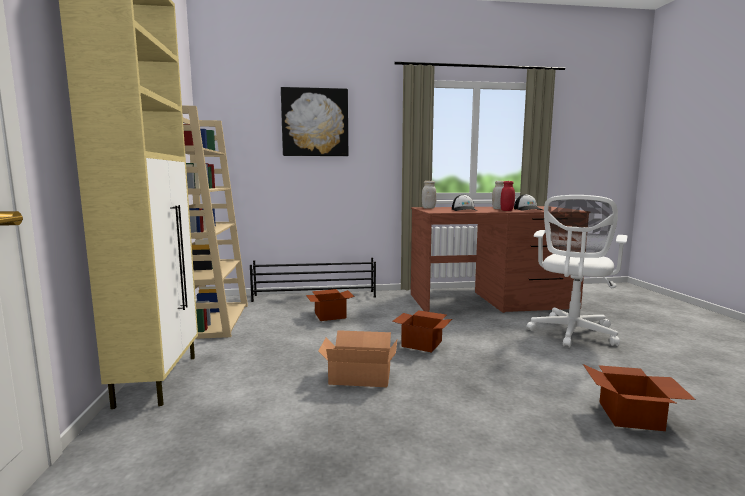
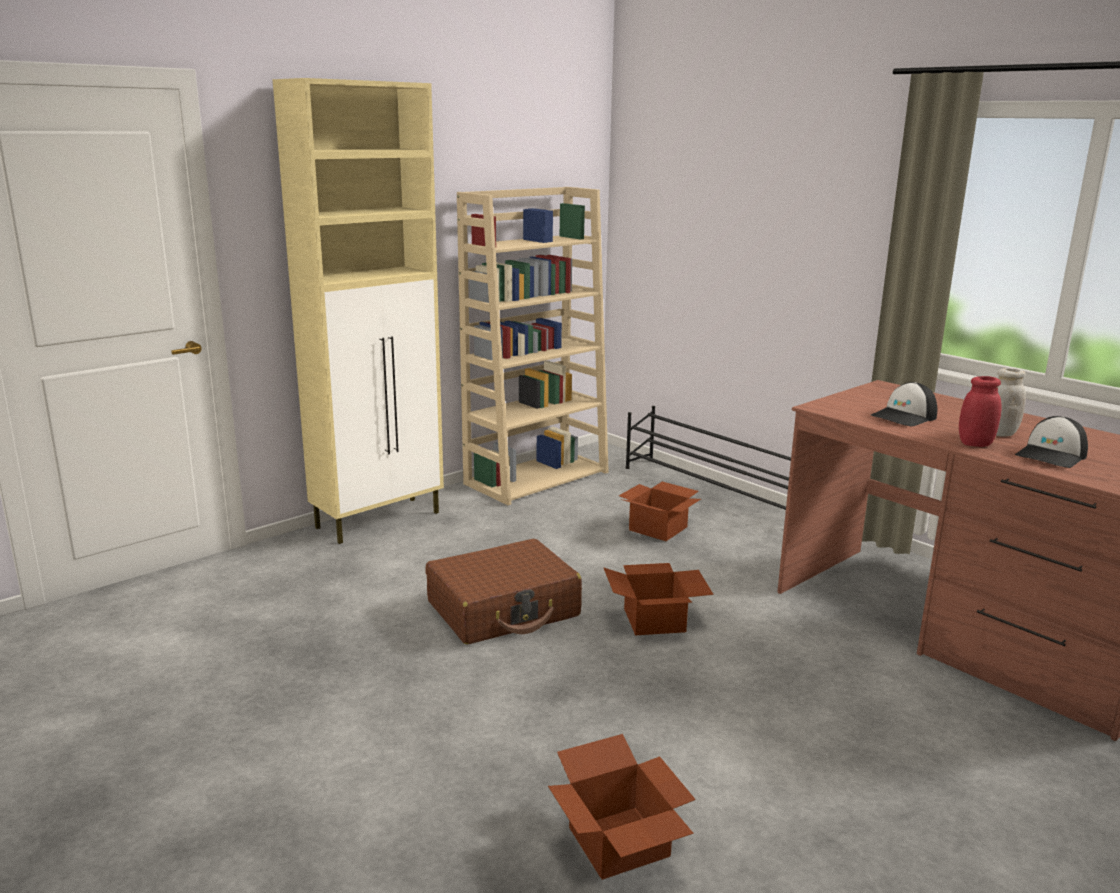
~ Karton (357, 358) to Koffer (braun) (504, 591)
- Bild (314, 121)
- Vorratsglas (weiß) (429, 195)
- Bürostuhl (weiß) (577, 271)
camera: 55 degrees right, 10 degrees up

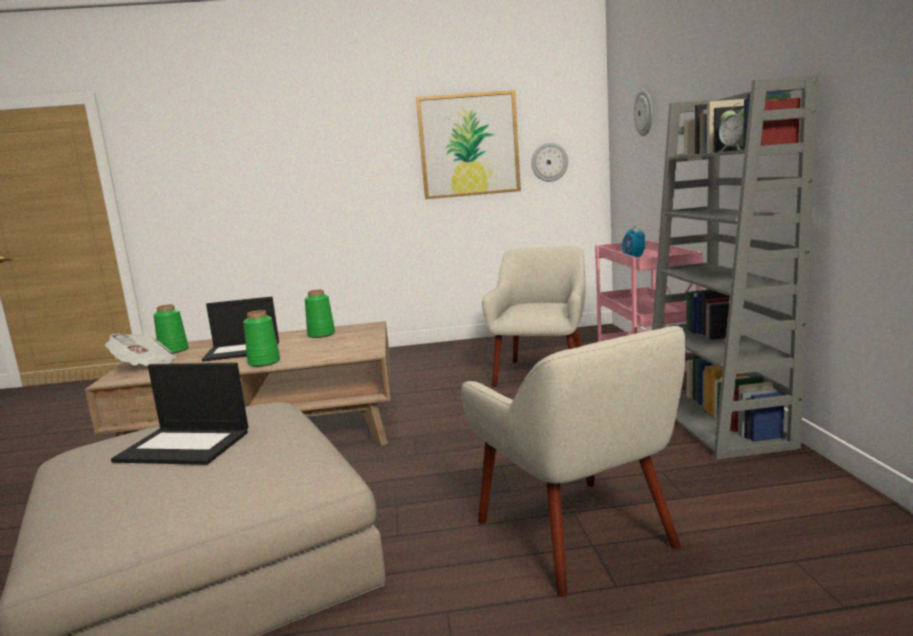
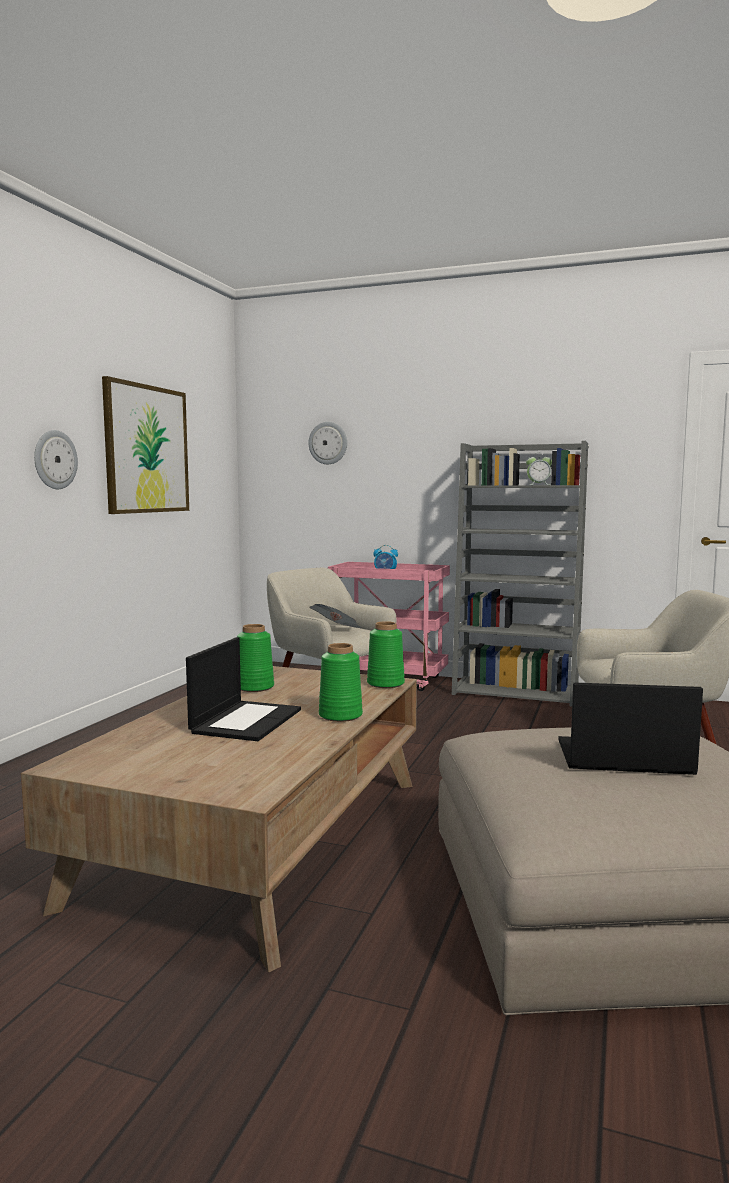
~ Wanduhr (549, 162) to (56, 459)
~ Zeitung (140, 350) to (335, 616)
~ Vase (grün) (171, 329) to (386, 654)
~ Laptop (179, 413) = (630, 729) 120 degrees counterclockwise
camera: 65 degrees left, 5 degrees down

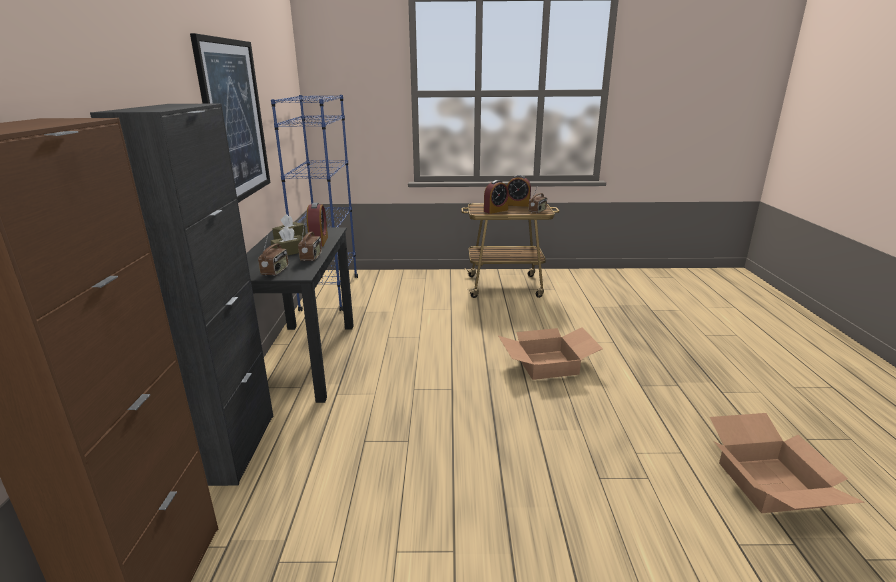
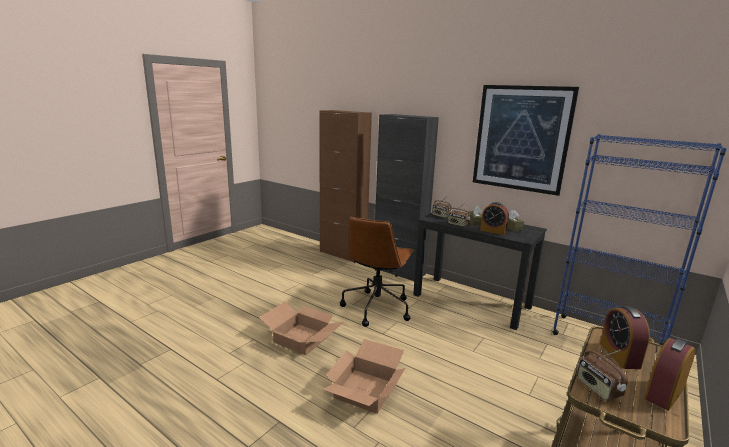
~ Karton (787, 463) to (301, 328)
+ Bürostuhl (braun) (377, 271)
camera: 125 degrees right, 5 degrees down

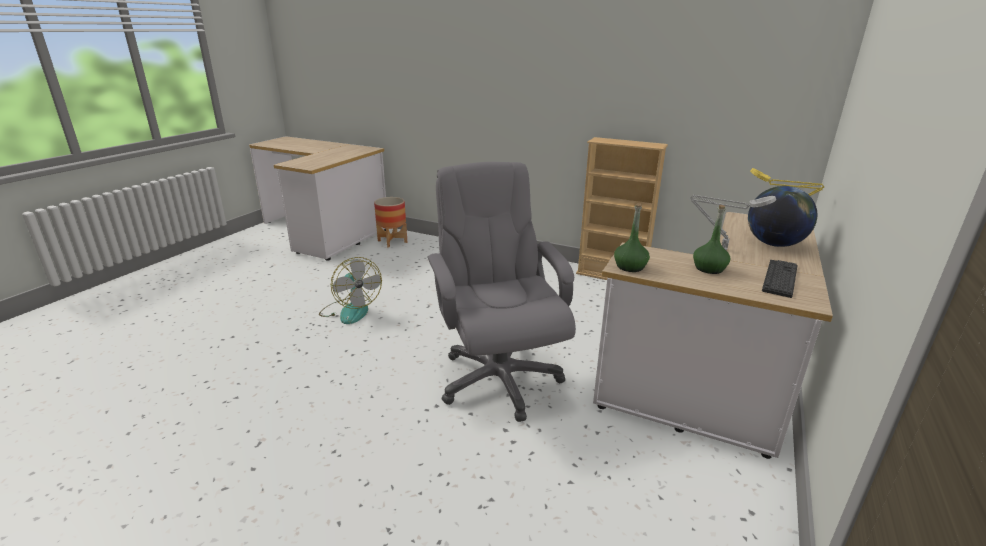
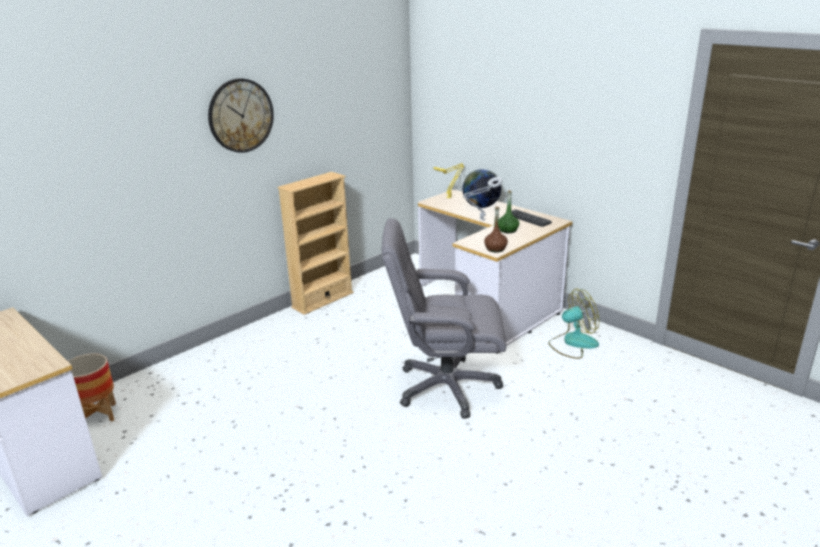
+ Wanduhr (241, 115)
~ Flasche (grün) (632, 237) to Flasche (braun) (496, 229)
~ Ventilator (350, 290) to (573, 323)
camera: 70 degrees left, 0 degrees up

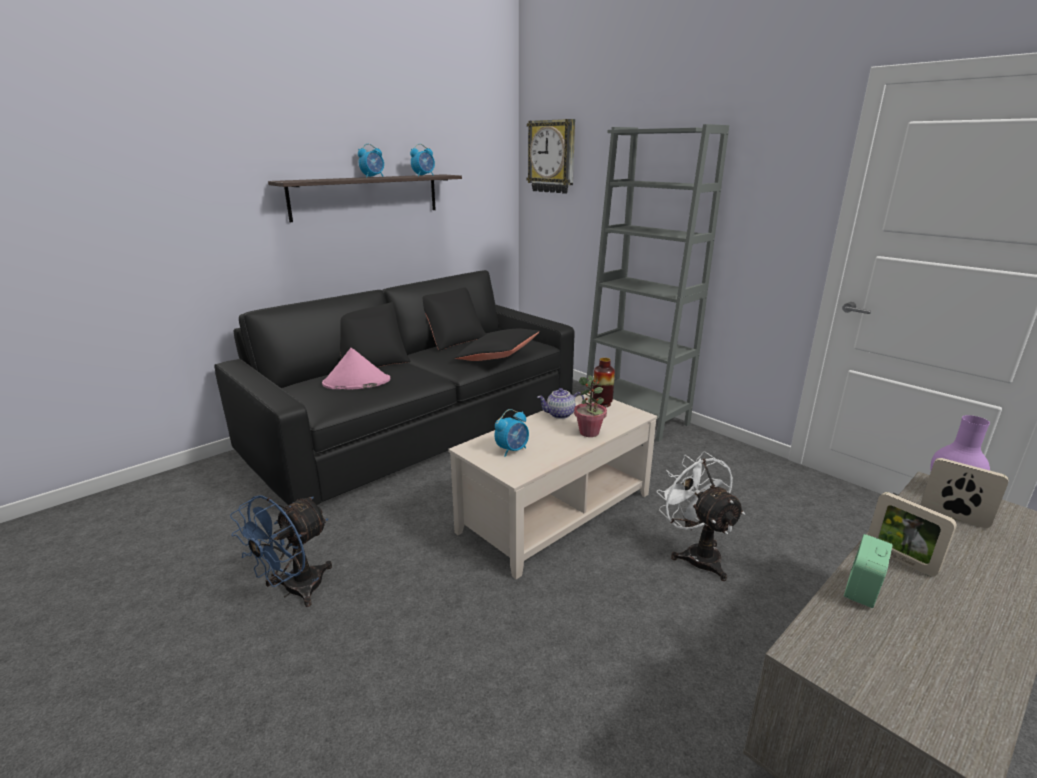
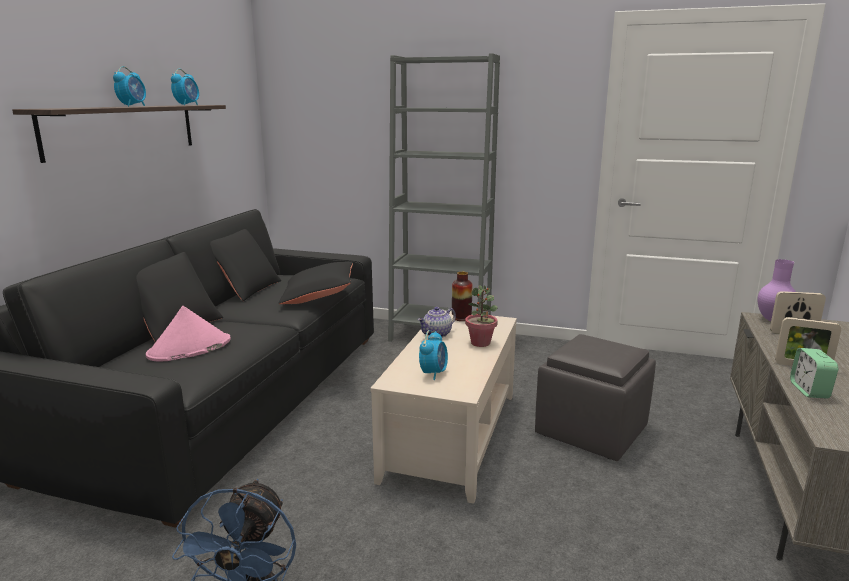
~ Ventilator (weiß) (701, 516) to Polsterhocker (grau) (595, 397)
- Wanduhr (550, 156)
camera: 30 degrees left, 5 degrees down

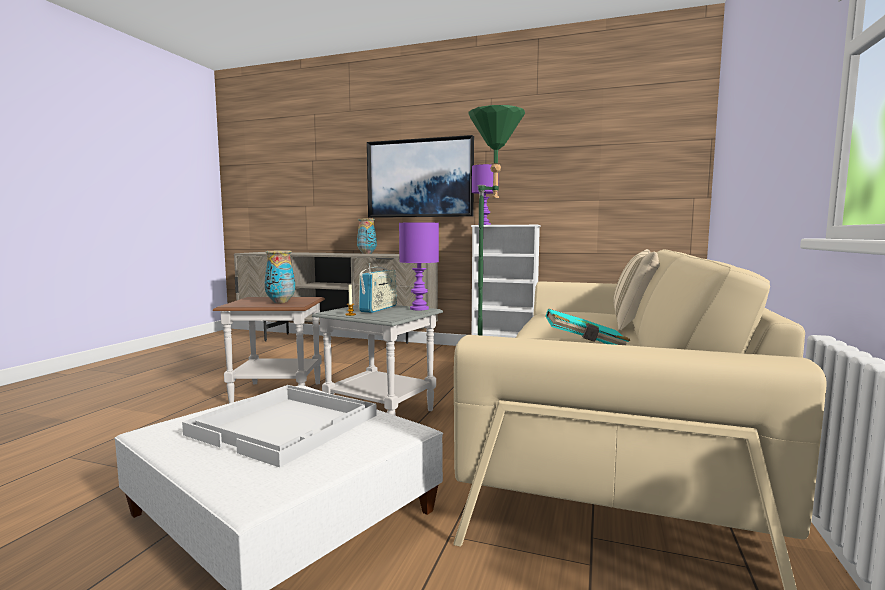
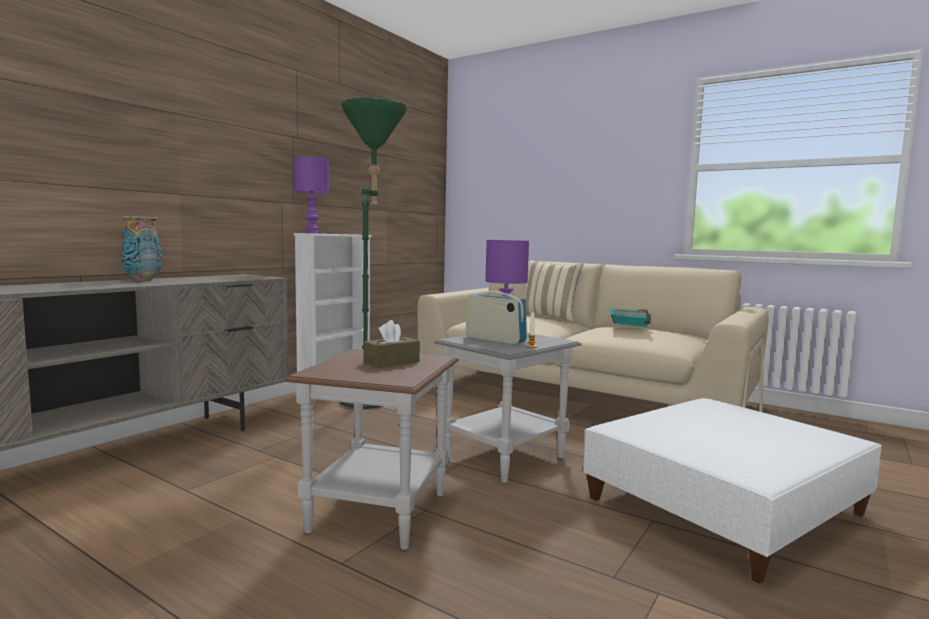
~ Vase (279, 277) to Taschentuchbox (braun) (392, 344)
- Tablett (weiß) (279, 426)
- Bild (420, 176)
camera: 75 degrees left, 0 degrees up

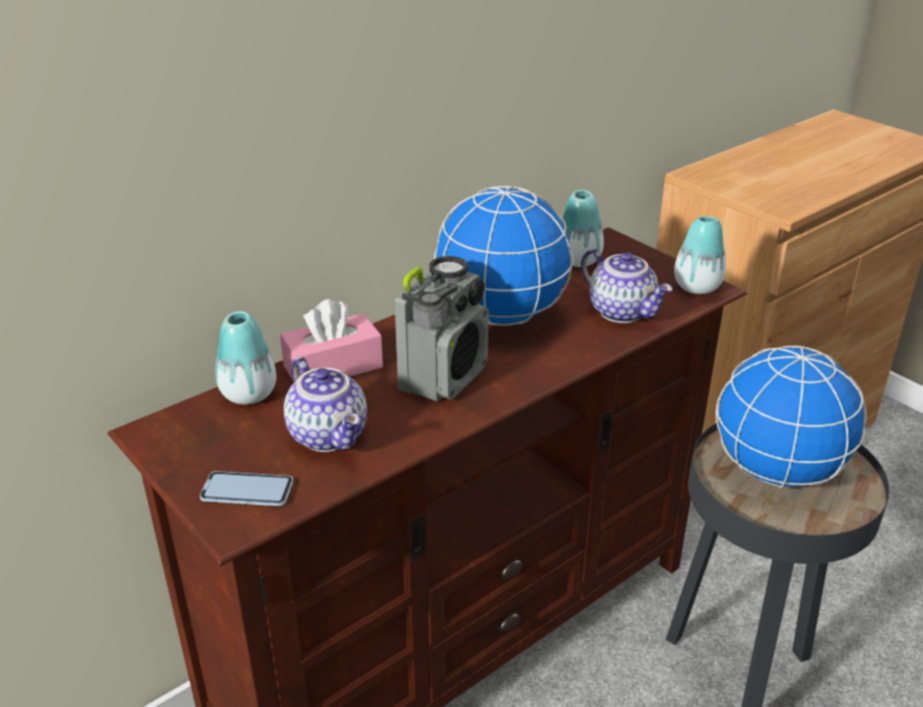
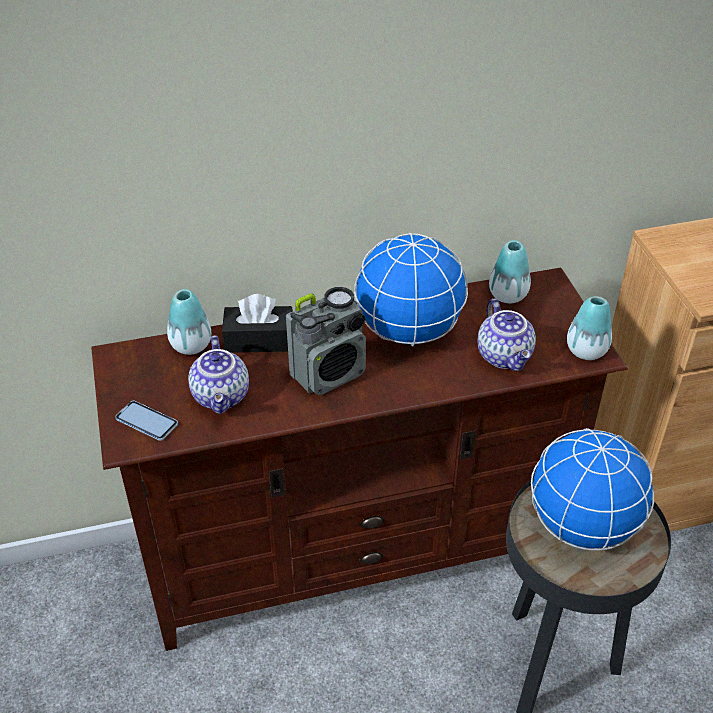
~ Taschentuchbox (rosa) (331, 340) to Taschentuchbox (schwarz) (257, 323)
camera: 25 degrees right, 10 degrees up

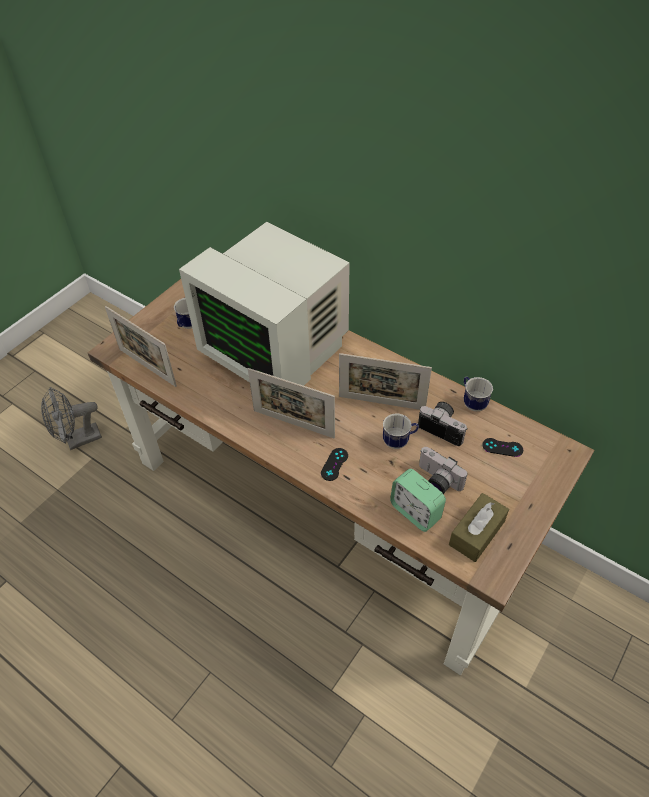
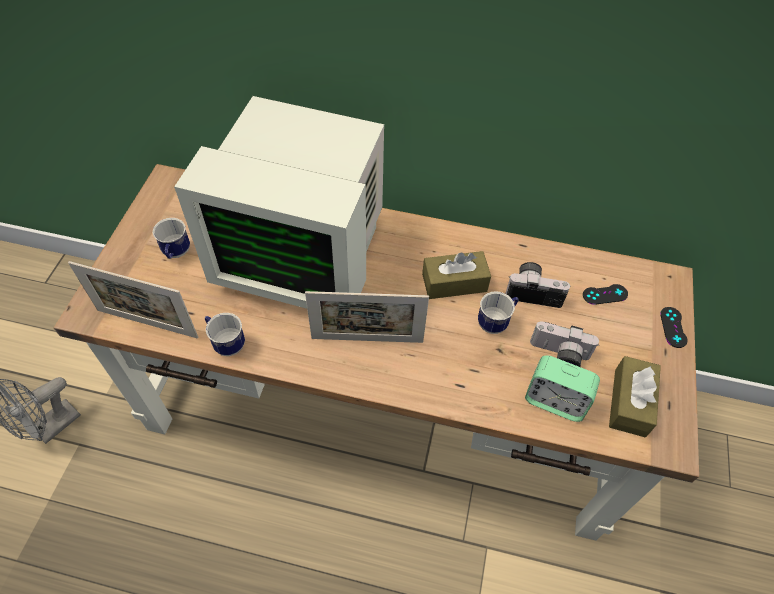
~ Henkelbecher (478, 394) to (225, 334)
~ Bilderrahmen (385, 381) to Taschentuchbox (braun) (456, 275)
~ Gamepad (schwarz) (334, 464) to (674, 327)
camera: 25 degrees left, 5 degrees up

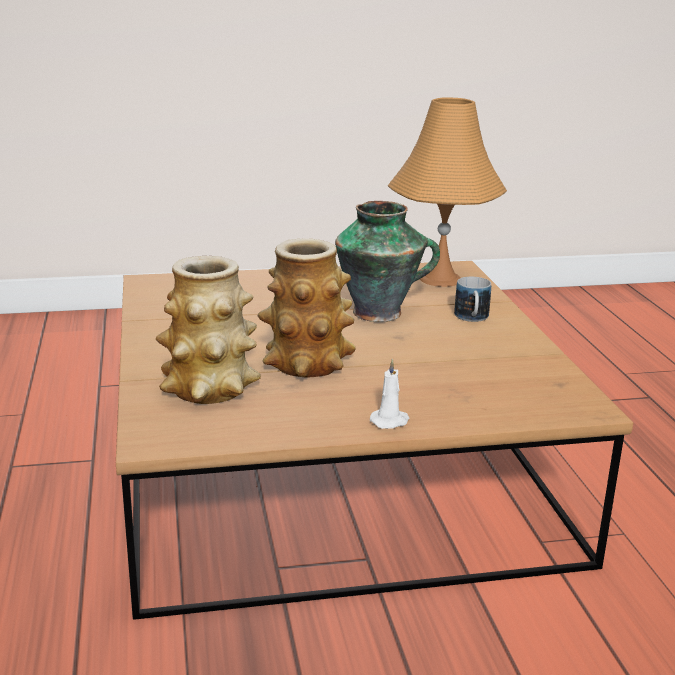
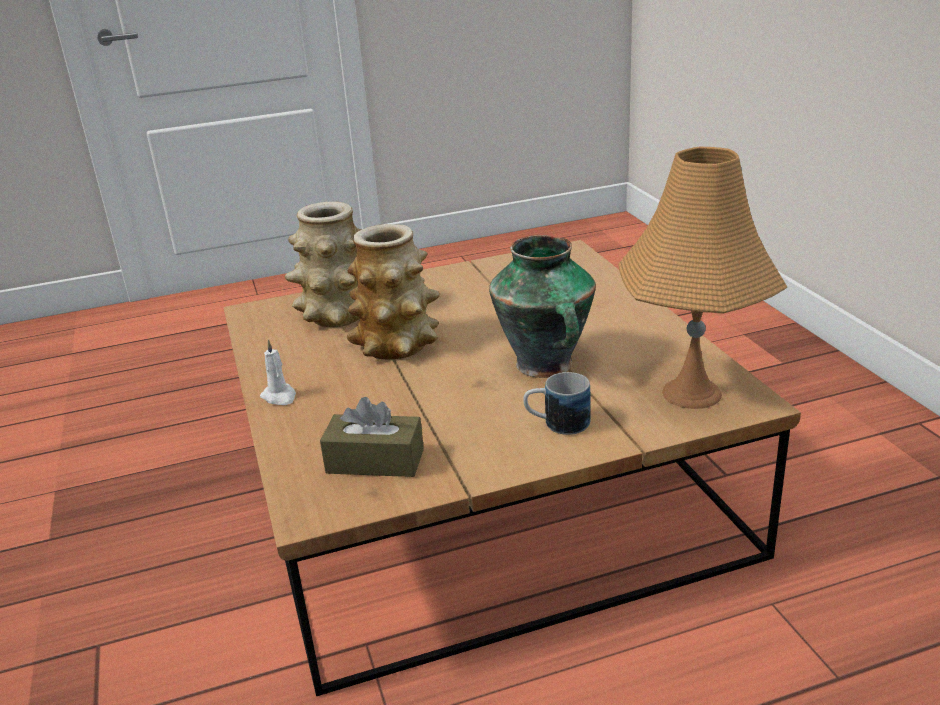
+ Taschentuchbox (braun) (372, 437)
camera: 85 degrees right, 5 degrees up

